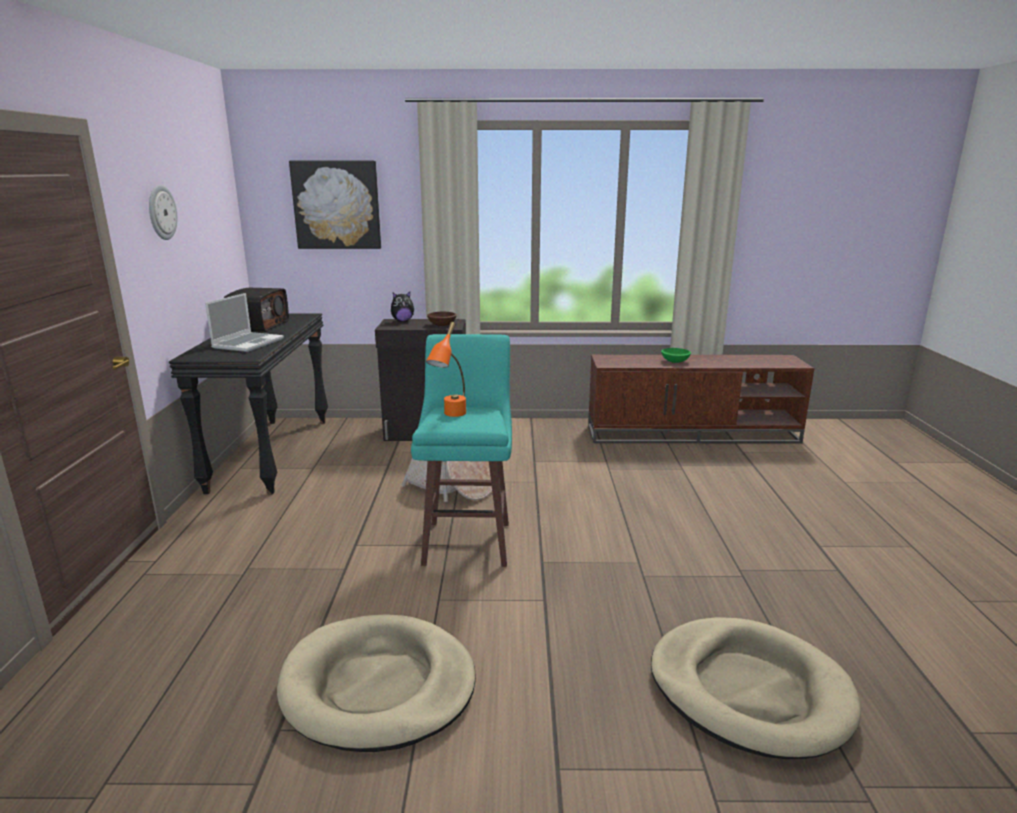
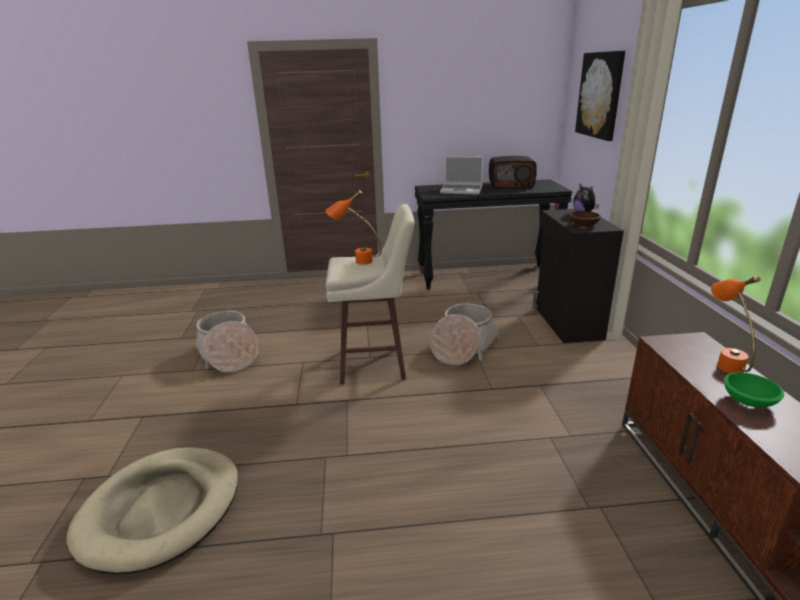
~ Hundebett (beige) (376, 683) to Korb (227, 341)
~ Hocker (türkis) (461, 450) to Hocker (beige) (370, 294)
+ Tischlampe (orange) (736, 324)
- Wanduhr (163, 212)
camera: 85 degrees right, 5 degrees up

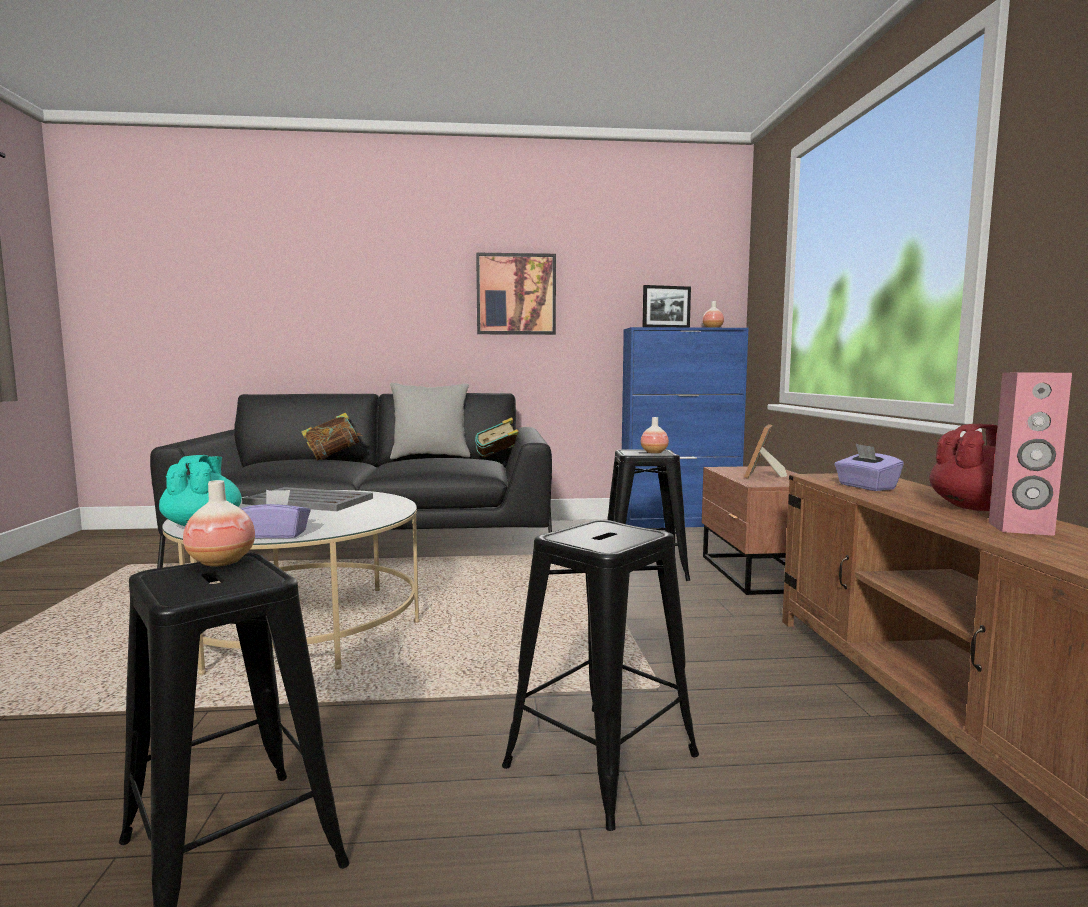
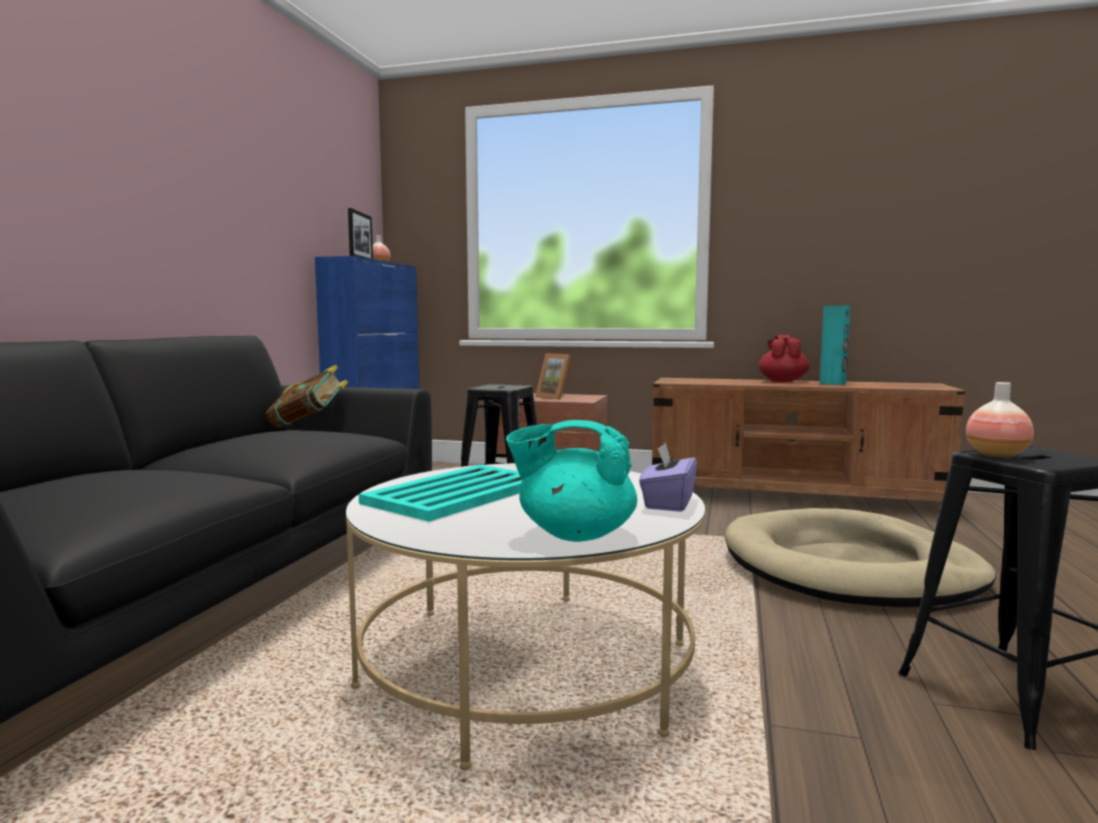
~ Tablett (grau) (307, 499) to Tablett (türkis) (440, 493)
~ Hocker (schwarz) (600, 675) to Hundebett (beige) (860, 557)
~ Lautsprecher (rosa) (1030, 454) to Lautsprecher (türkis) (835, 345)
- Buch (331, 437)
- Kissen (grau) (430, 421)
- Bild (516, 294)
- Vase (655, 435)
- Taschentuchbox (lila) (869, 467)
camera: 70 degrees left, 0 degrees up

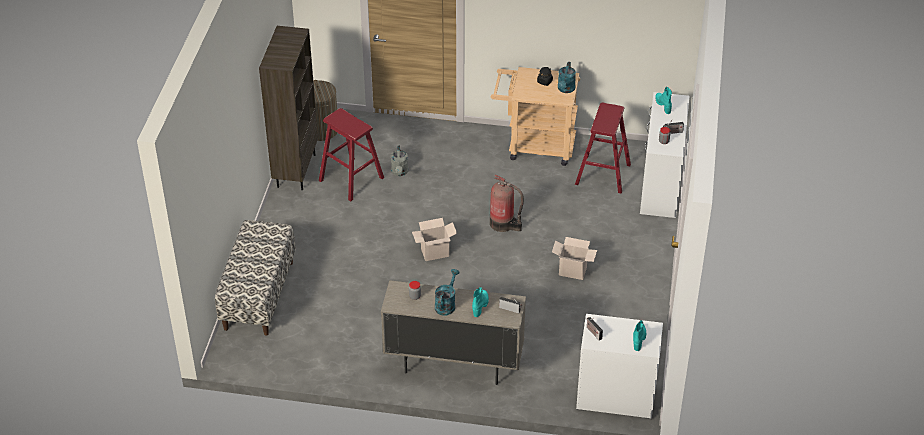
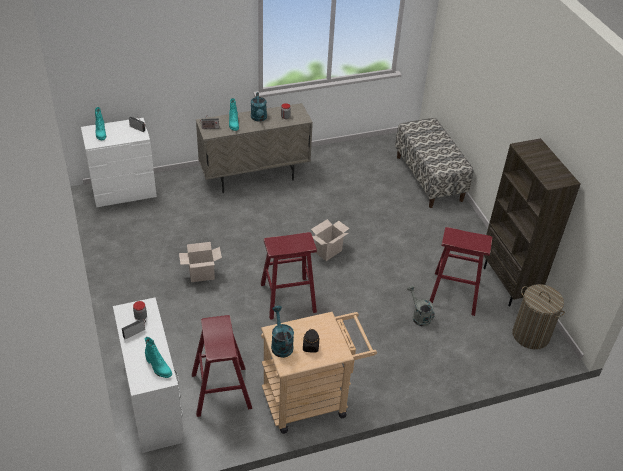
~ Feuerlöscher (507, 203) to Hocker (rot) (289, 276)
camera: 150 degrees right, 0 degrees up

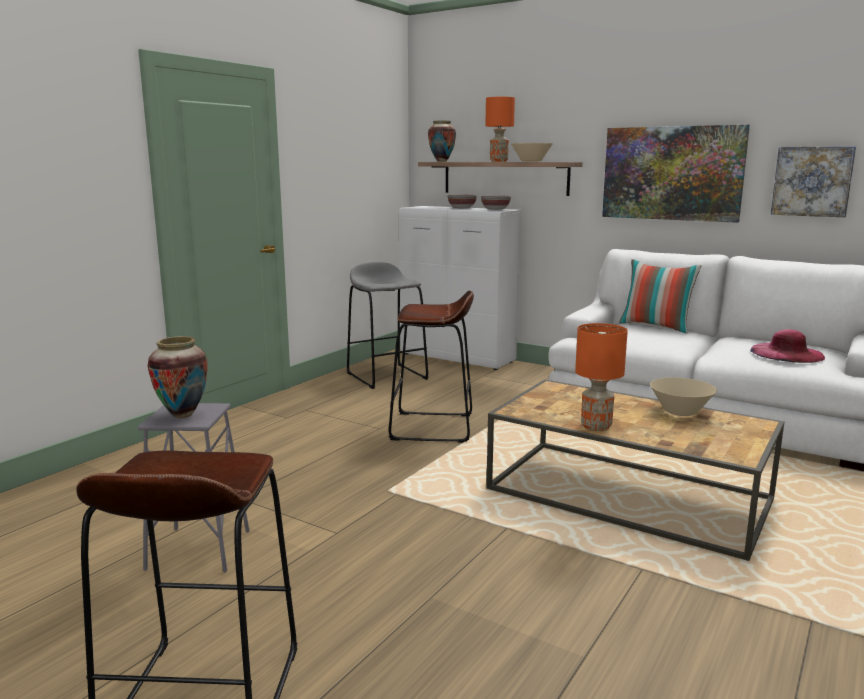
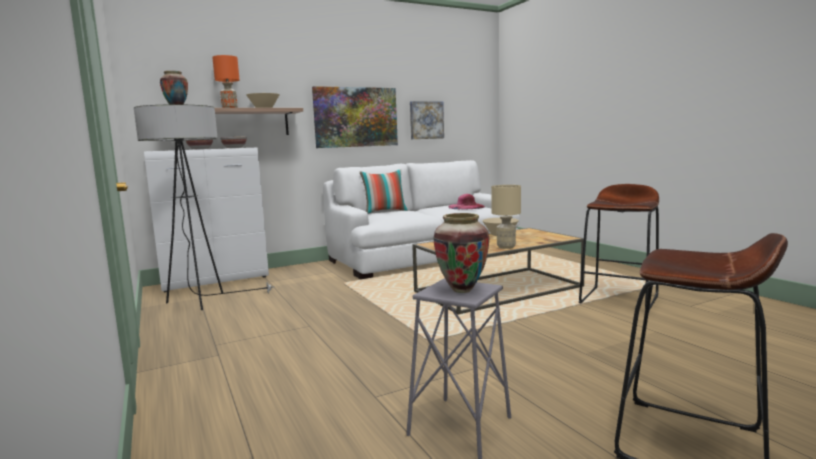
~ Hocker (grau) (387, 325) to Stehlampe (204, 207)
~ Tischlampe (orange) (601, 377) to Tischlampe (beige) (506, 217)
~ Hocker (braun) (431, 367) to (619, 247)
camera: 60 degrees left, 5 degrees down

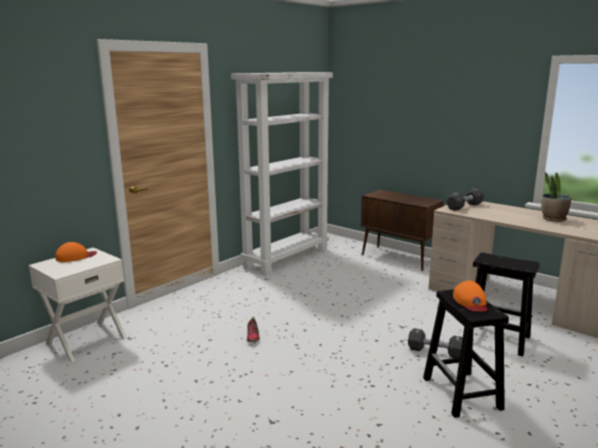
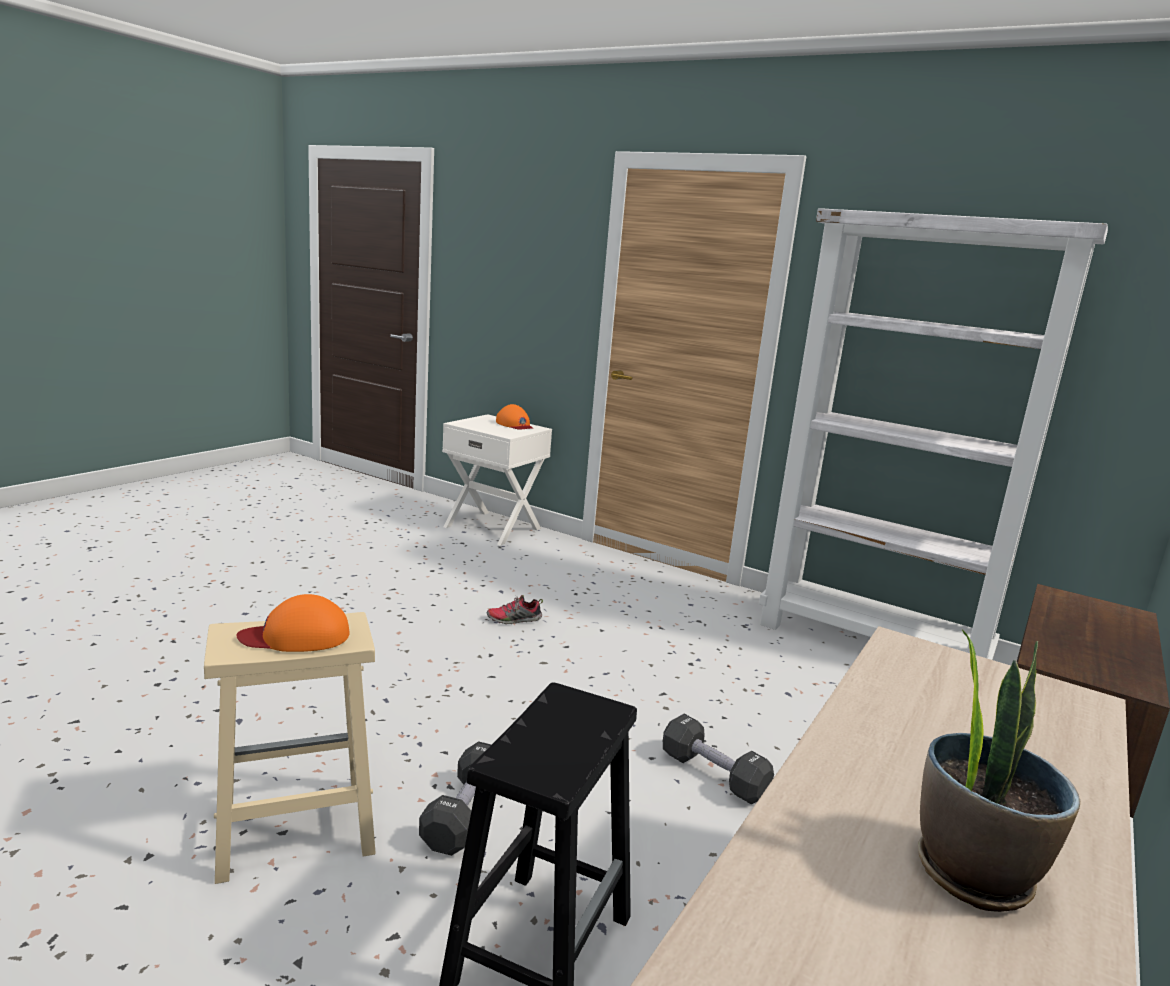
~ Hocker (schwarz) (466, 353) to Hocker (beige) (290, 748)
~ Hantel (schwarz) (465, 199) to (718, 759)
camera: 80 degrees right, 0 degrees up

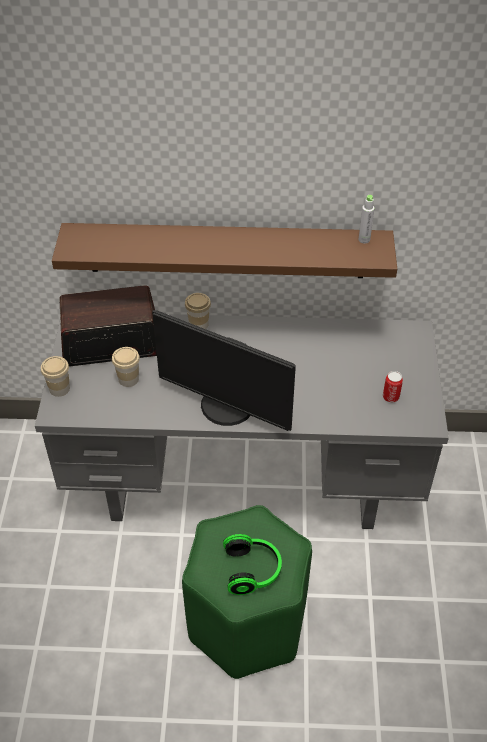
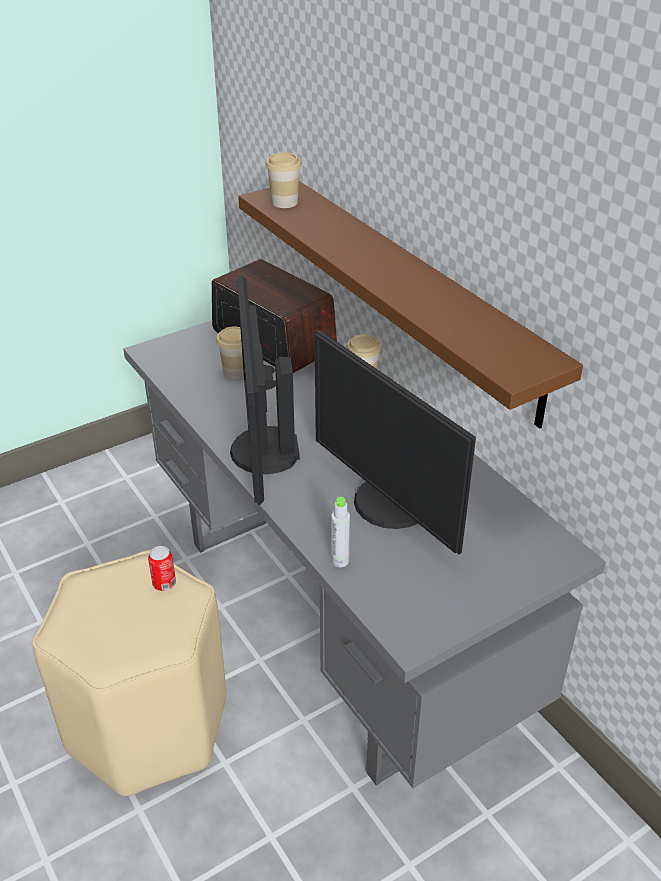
~ Hocker (grün) (247, 592) to Hocker (beige) (129, 673)
~ Dose (393, 386) to (162, 568)
~ Tasse (55, 376) to (283, 180)
+ Monitor (395, 442)
~ Flasche (grau) (367, 219) to (340, 532)
- Kopfhörer (252, 564)
camera: 55 degrees right, 10 degrees down

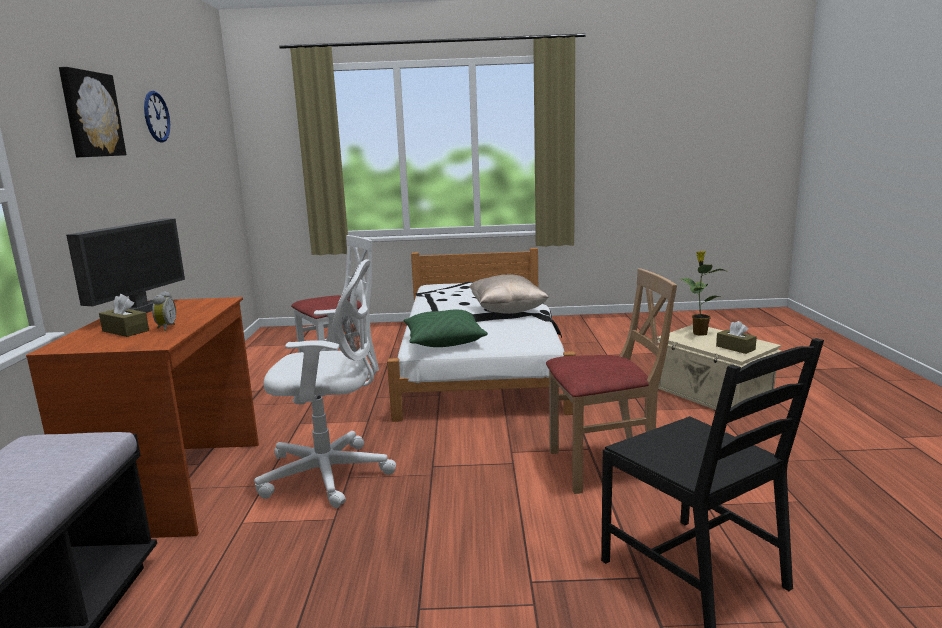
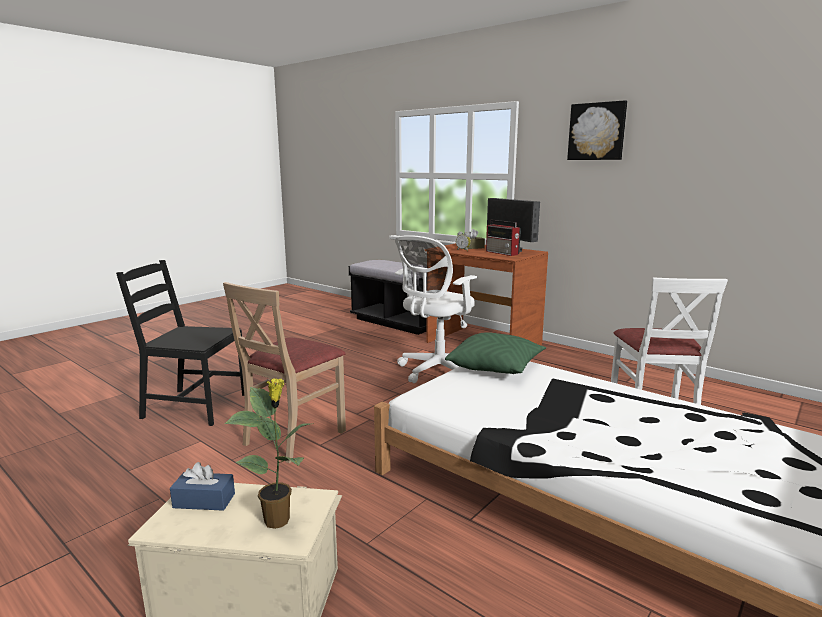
~ Taschentuchbox (braun) (736, 337) to Taschentuchbox (blau) (202, 486)
+ Radio (503, 238)
- Wanduhr (157, 117)
- Kissen (beige) (509, 294)
camera: 130 degrees right, 0 degrees up

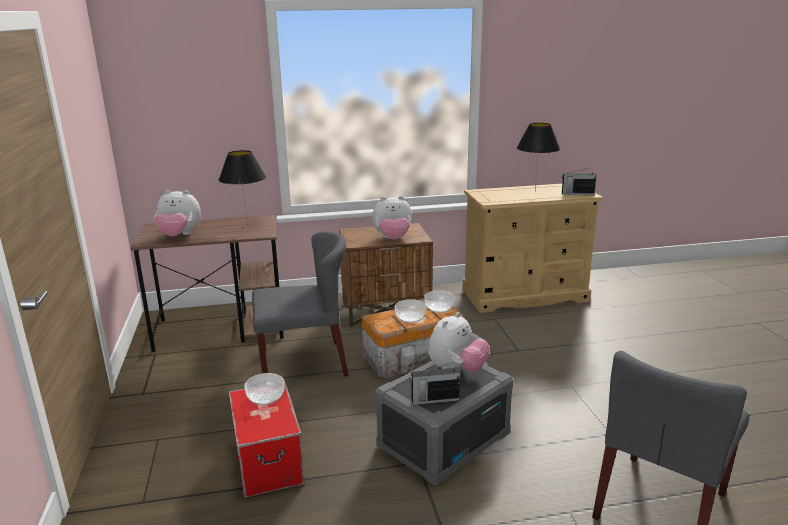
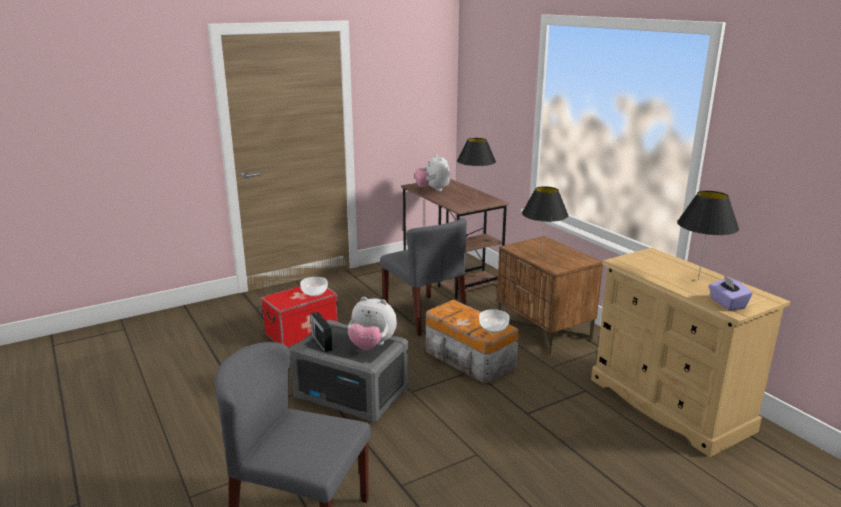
~ Plüschtier (392, 218) to Tischlampe (schwarz) (545, 222)
~ Radio (579, 181) to Taschentuchbox (lila) (730, 292)
- Schüssel (410, 311)
camera: 70 degrees right, 0 degrees up

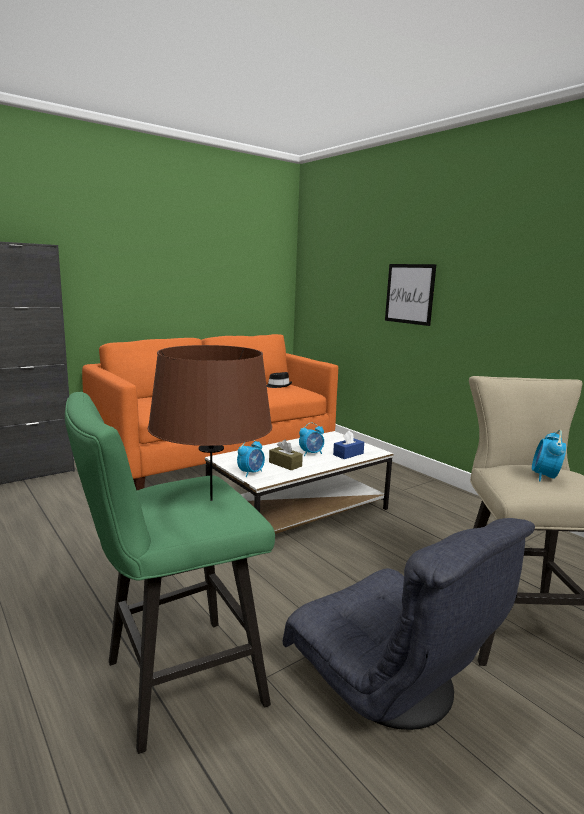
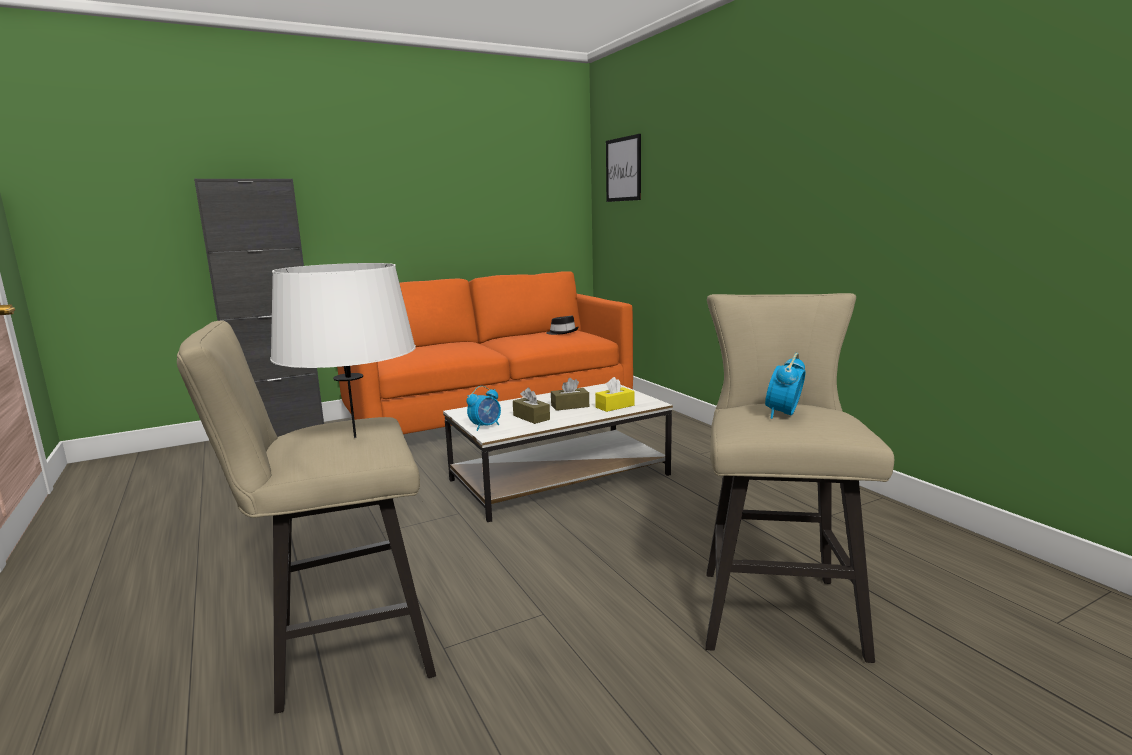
~ Hocker (grün) (170, 573) to Hocker (beige) (306, 517)
~ Tischlampe (braun) (210, 423) to Tischlampe (weiß) (343, 350)
~ Wecker (311, 439) to Taschentuchbox (braun) (570, 394)
~ Taschentuchbox (blau) (348, 444) to Taschentuchbox (gelb) (614, 394)
~ Bild (411, 295) to (623, 168)
- Sessel (grau) (409, 624)
camera: 10 degrees right, 0 degrees up

